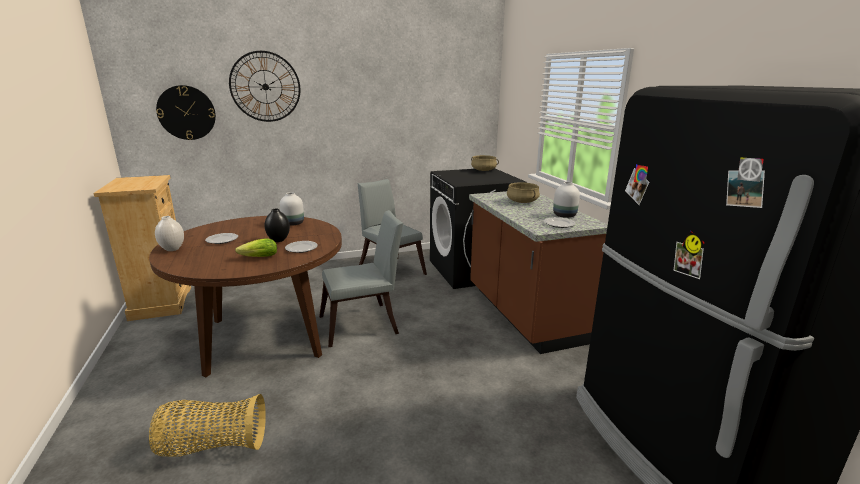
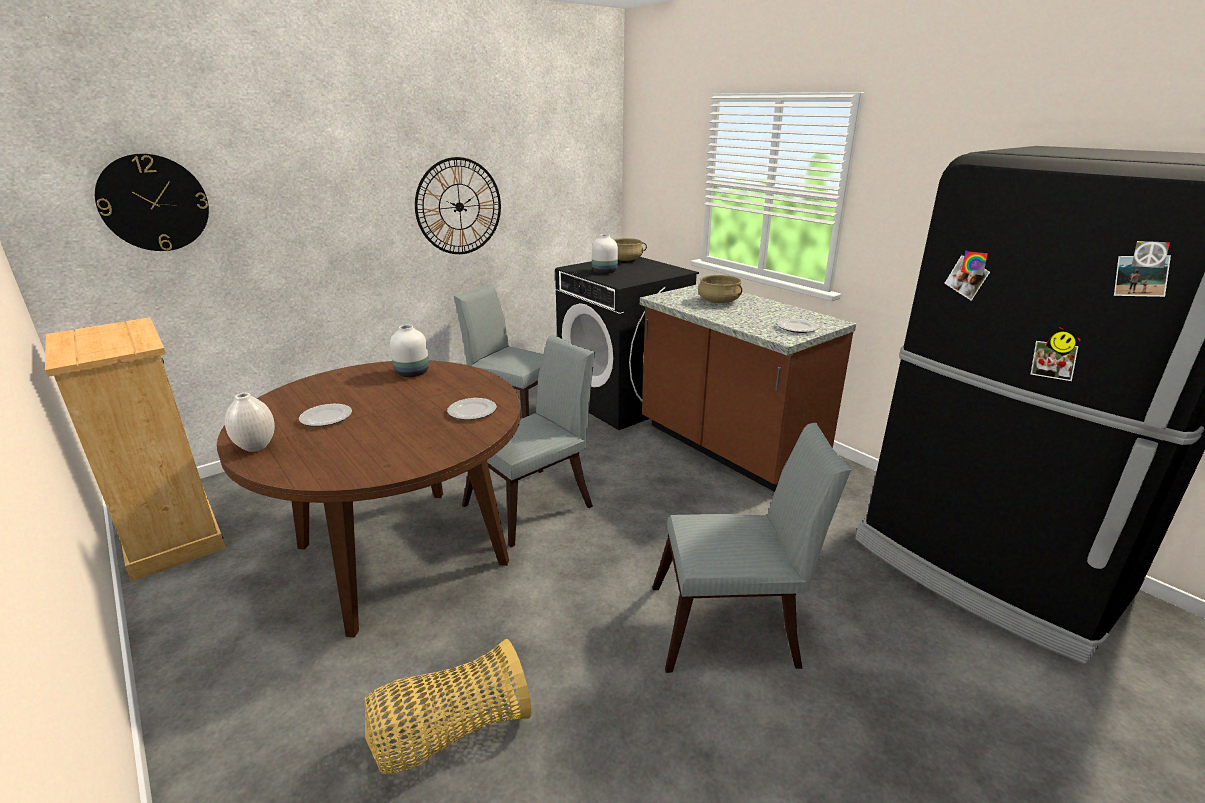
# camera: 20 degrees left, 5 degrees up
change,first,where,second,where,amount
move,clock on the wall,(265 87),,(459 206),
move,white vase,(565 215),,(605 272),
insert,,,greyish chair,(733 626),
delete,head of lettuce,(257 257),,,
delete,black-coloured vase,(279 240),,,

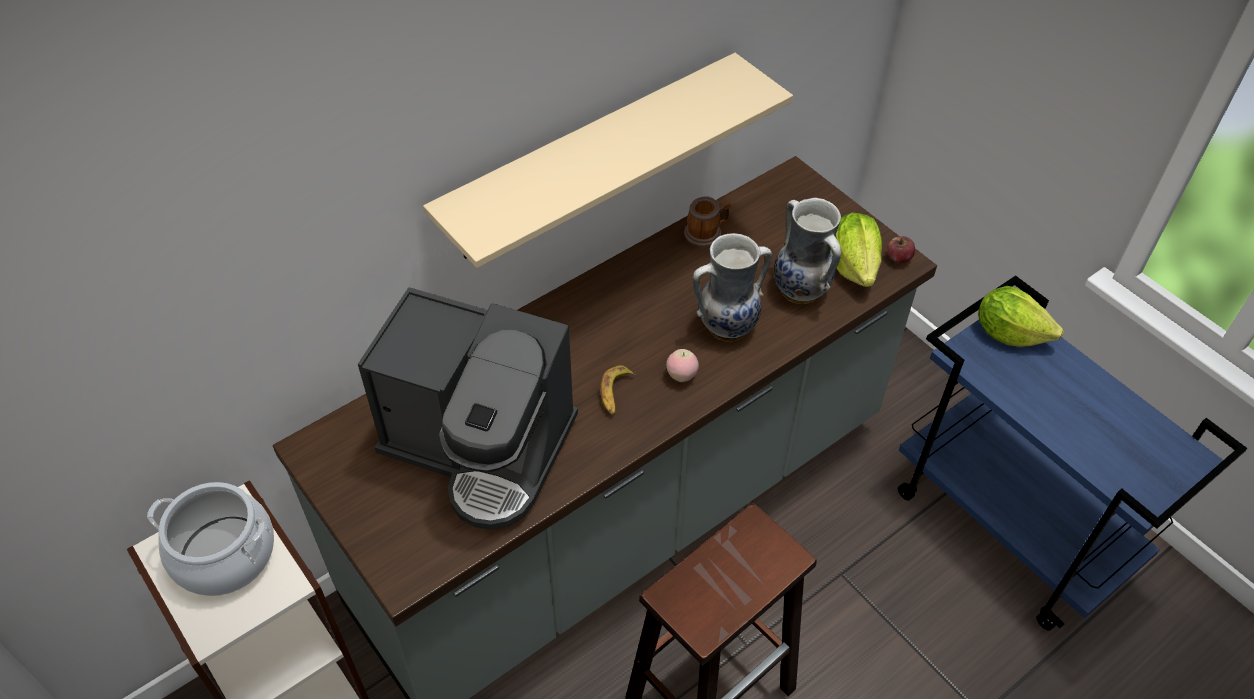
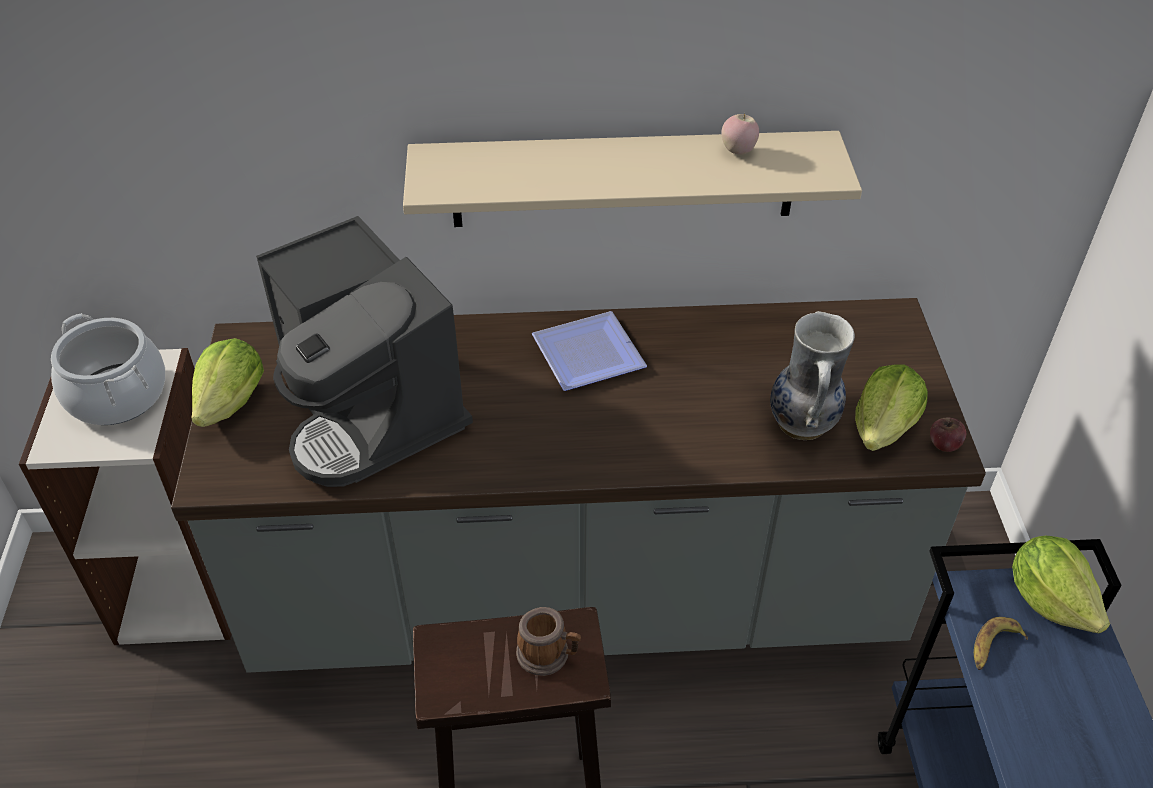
# camera: 35 degrees right, 5 degrees down
change,first,where,second,where,amount
insert,,,head of lettuce,(232 402),
move,tea mug,(706 233),,(548 654),
insert,,,plate,(586 357),
move,whole apple,(681 376),,(738 151),
move,whole banana,(615 393),,(993 647),
delete,vase,(727 325),,,

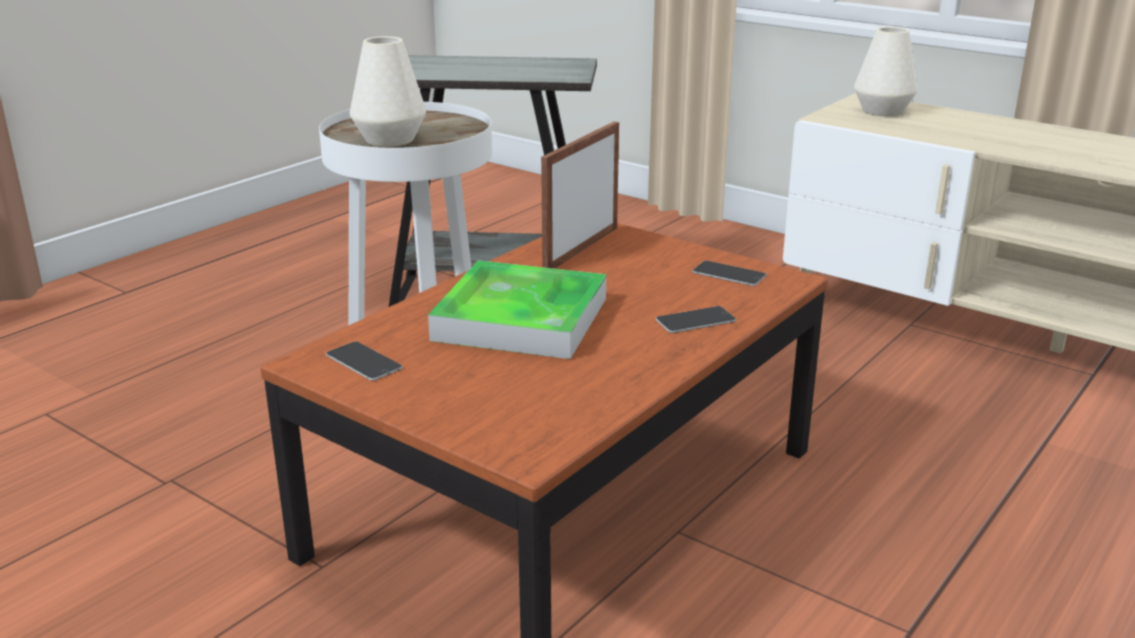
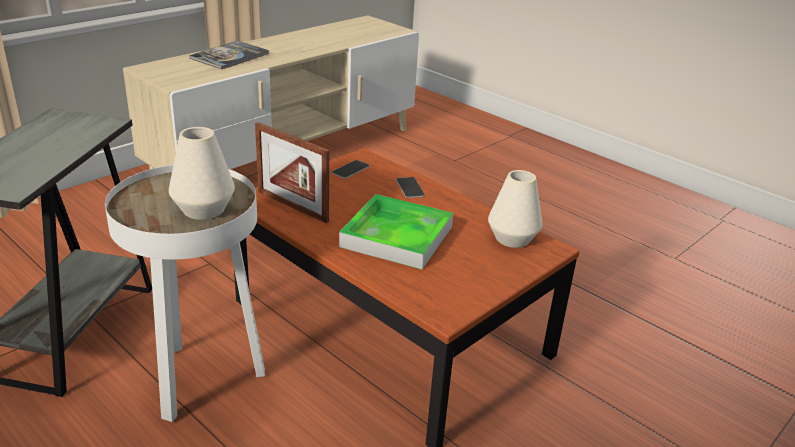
# camera: 85 degrees left, 5 degrees up
change,first,where,second,where,amount
insert,,,volume,(230 56),
move,white vase,(883 111),,(512 238),
delete,phone,(363 361),,,

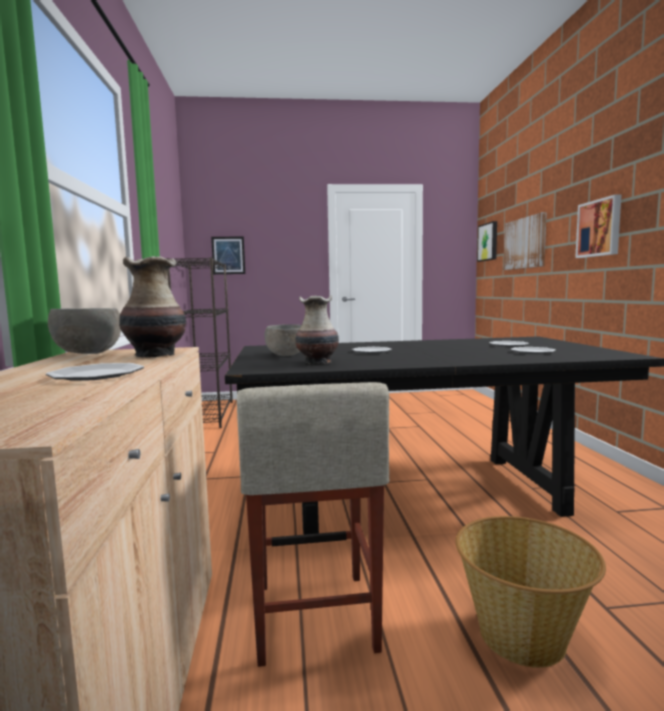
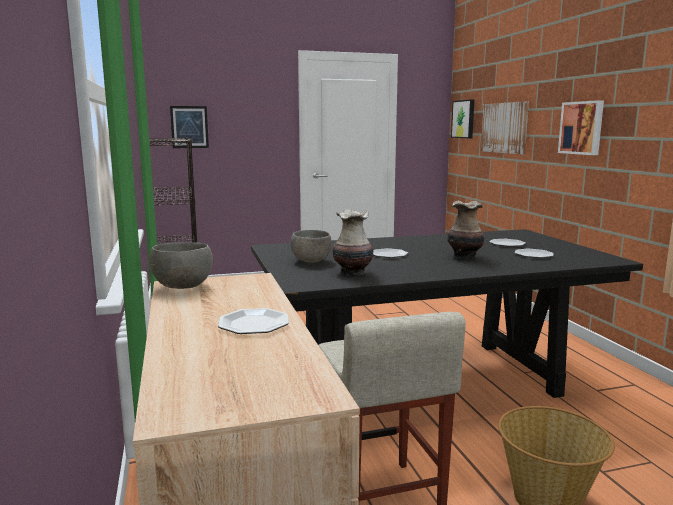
# camera: 10 degrees left, 5 degrees up
change,first,where,second,where,amount
move,vase,(156 355),,(464 257),

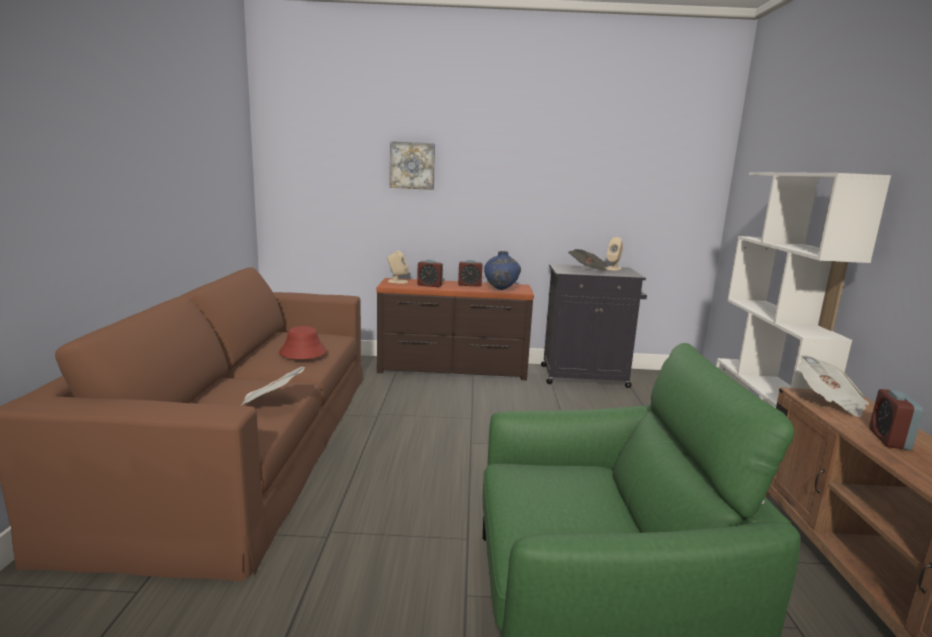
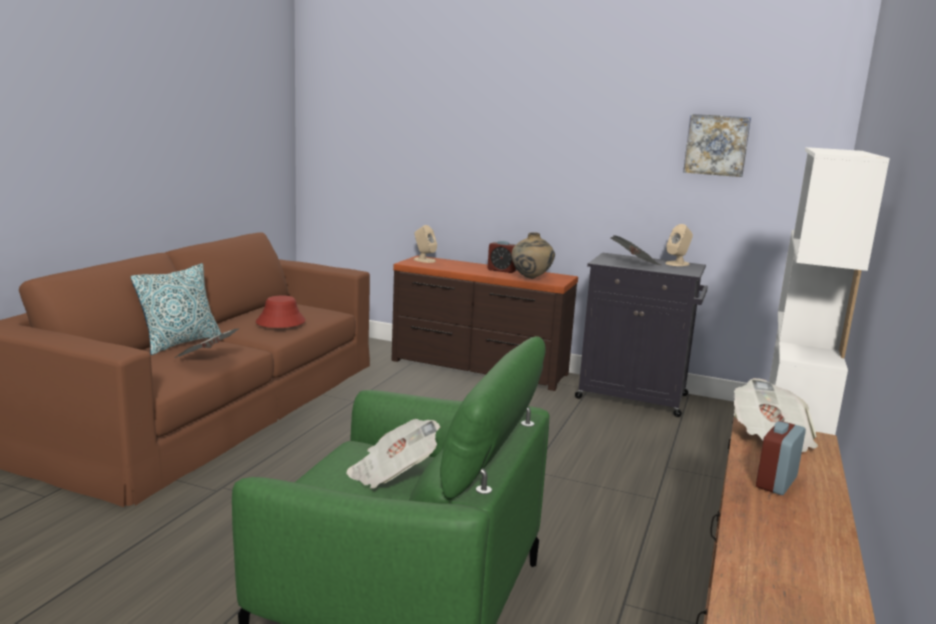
# camera: 20 degrees right, 0 degrees up
change,first,where,second,where,amount
insert,,,pillow,(180 343),
insert,,,newspaper,(392 474),
recolor,blue vase,(501 290),sand-coloured vase,(531 278),
move,wall art,(412 165),,(716 145),
delete,alarm clock,(429 285),,,

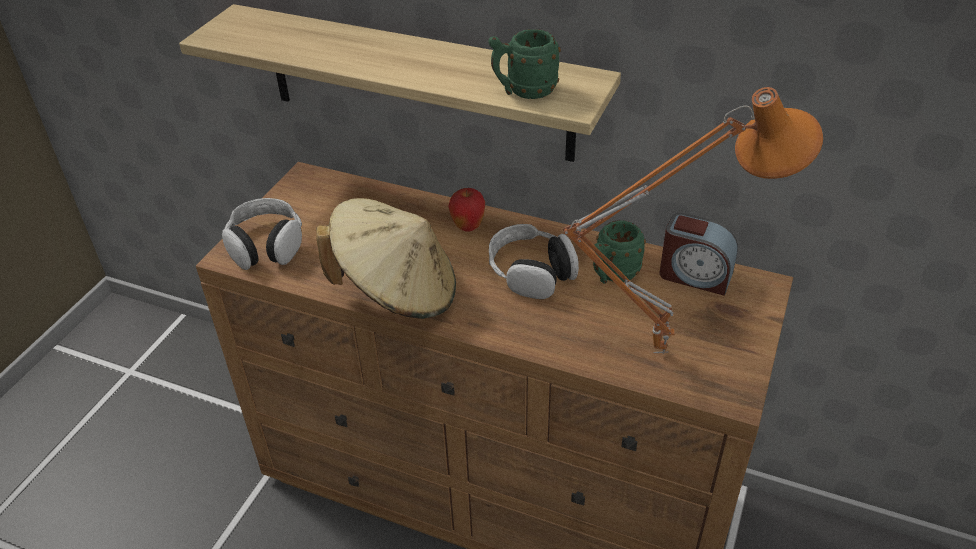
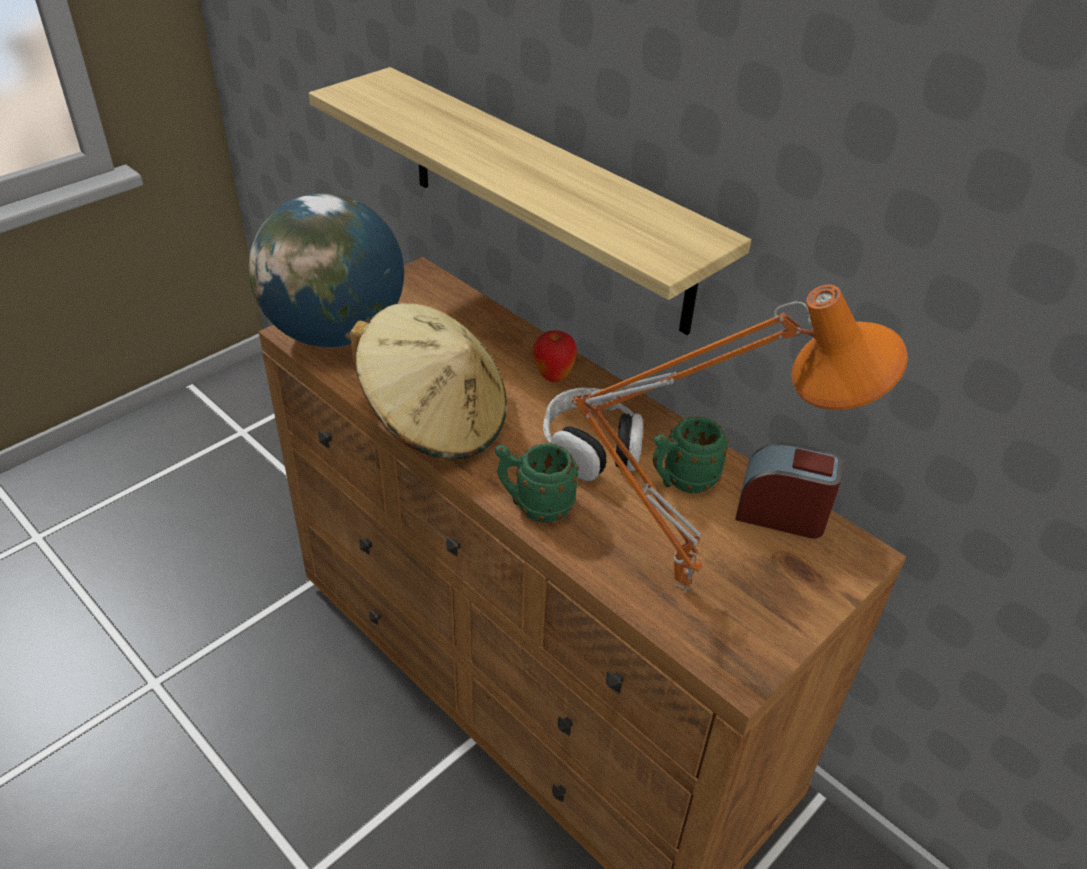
# camera: 20 degrees right, 0 degrees up
change,first,where,second,where,amount
replace,headset,(265 245),world globe,(336 332),
move,greenish tea mug,(523 91),,(534 505),
rotate,alarm clock,(695 275),,(781 513),150 degrees clockwise

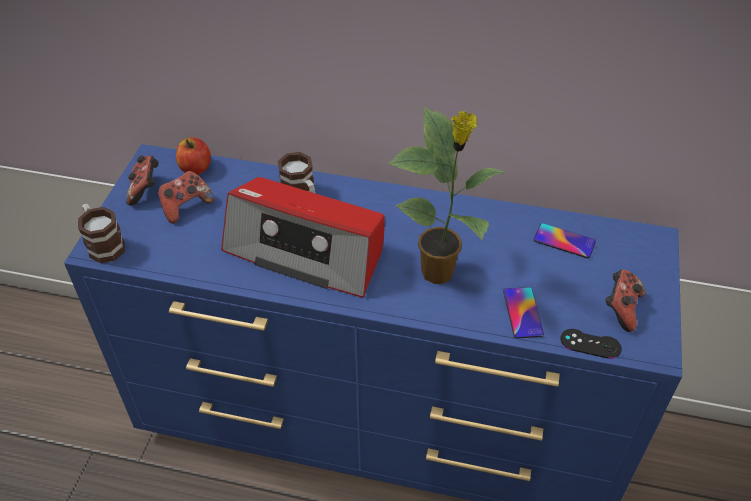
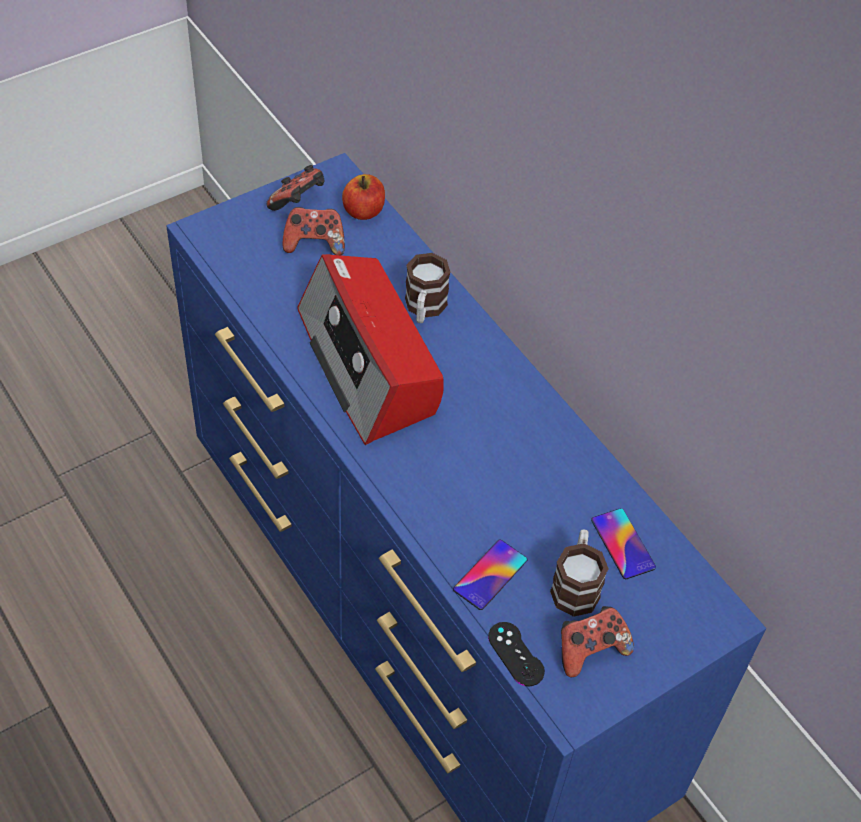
# camera: 40 degrees right, 5 degrees up
change,first,where,second,where,amount
move,tea mug,(103 244),,(575 584),
delete,plant in a pot,(439 272),,,

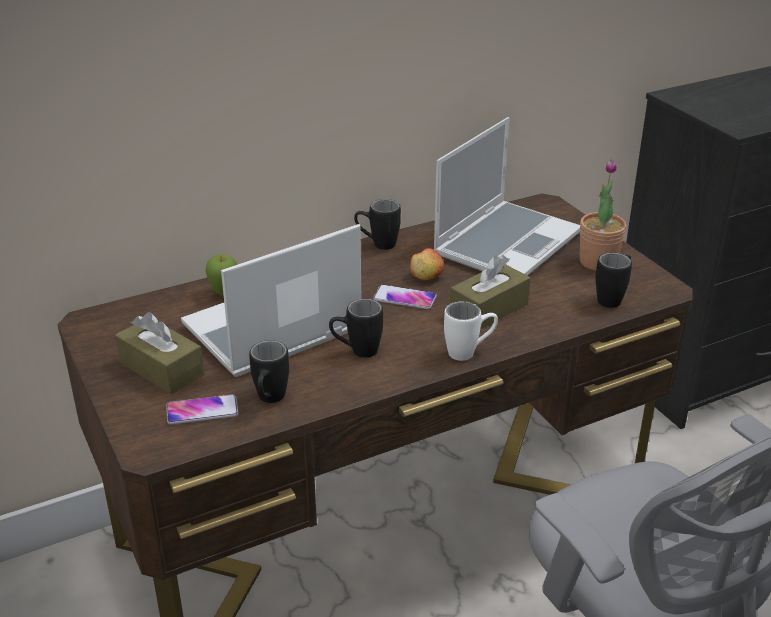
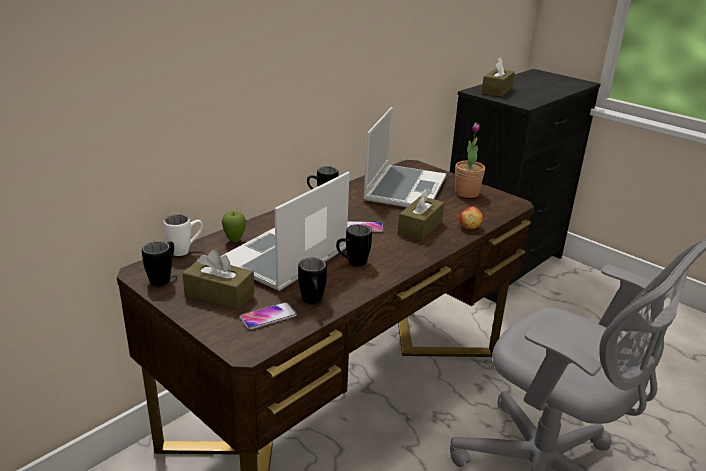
# camera: 20 degrees left, 5 degrees down
change,first,where,second,where,amount
move,black-coloured tea mug,(613 298),,(164 278),
move,white tea mug,(469 352),,(186 250),
move,whole apple,(426 277),,(470 227),
insert,,,brown tissue holder,(497 90),

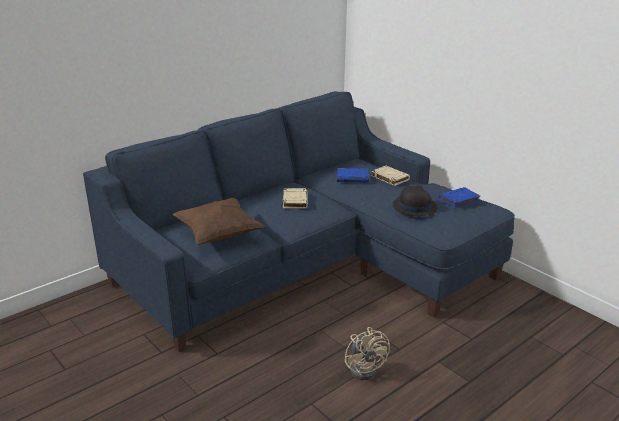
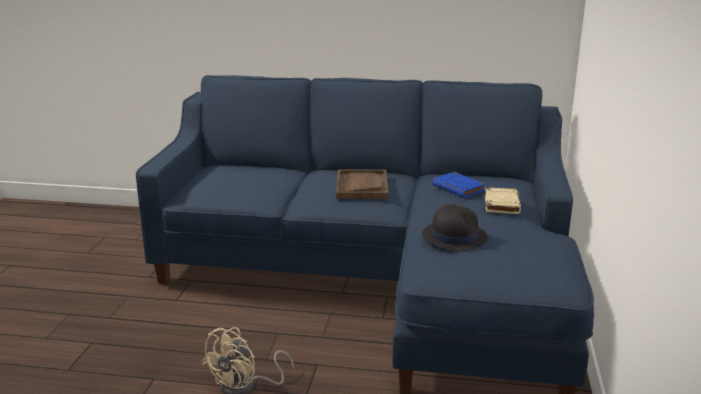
# camera: 50 degrees right, 5 degrees down
change,first,where,second,where,amount
replace,sand-coloured volume,(294 201),brown tray,(362 186),
delete,brown pillow,(218 234),,,
delete,blue volume,(458 200),,,

